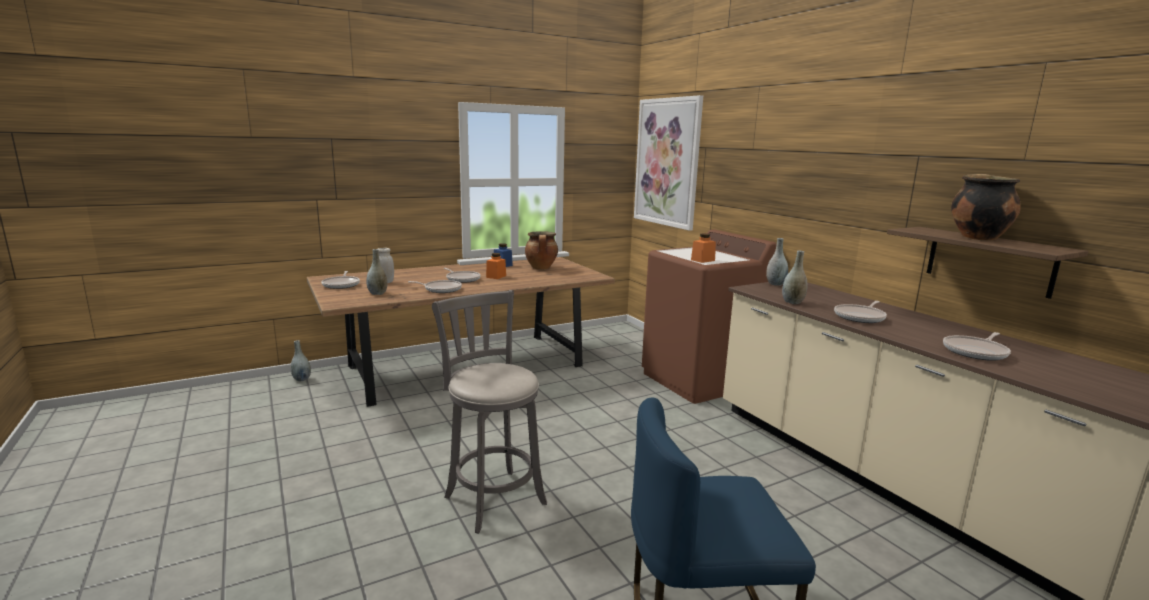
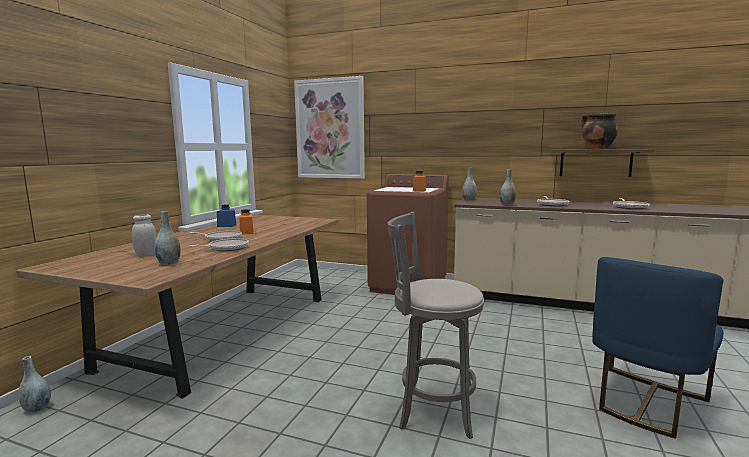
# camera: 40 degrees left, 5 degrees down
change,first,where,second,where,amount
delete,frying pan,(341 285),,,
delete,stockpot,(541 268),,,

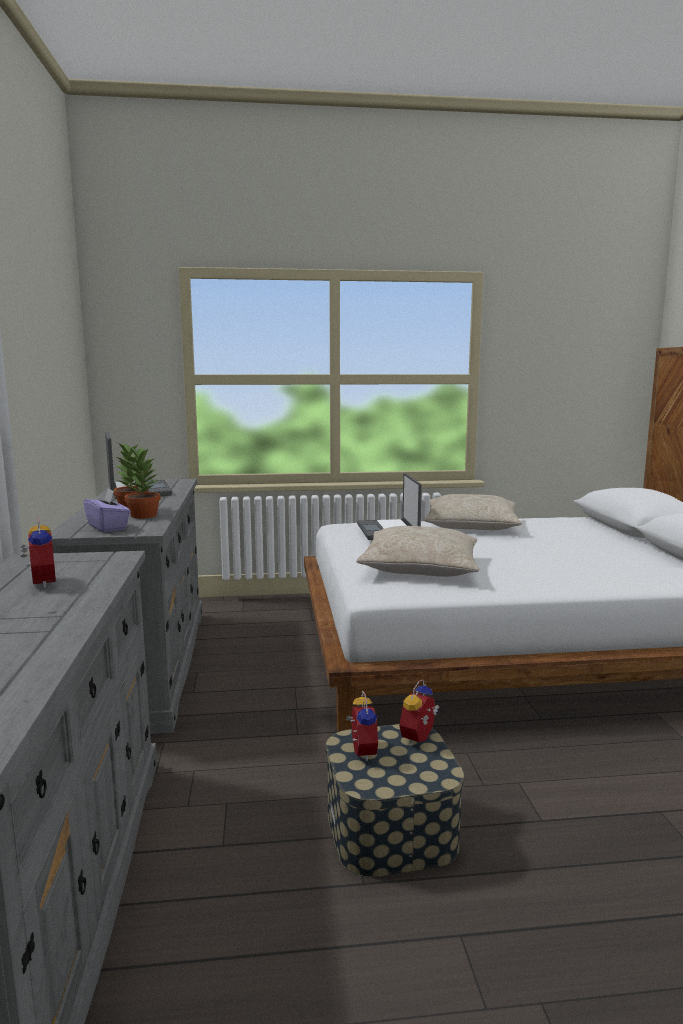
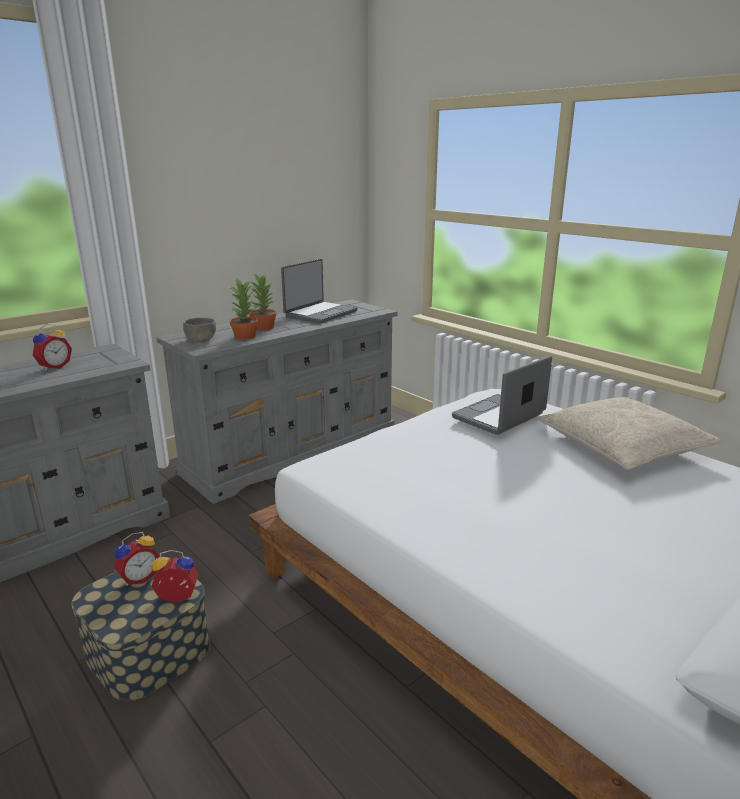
# camera: 55 degrees right, 10 degrees up
change,first,where,second,where,amount
replace,purplish tissue holder,(108 527),greyish deep dish,(200 339),
delete,sand-coloured pillow,(420 567),,,

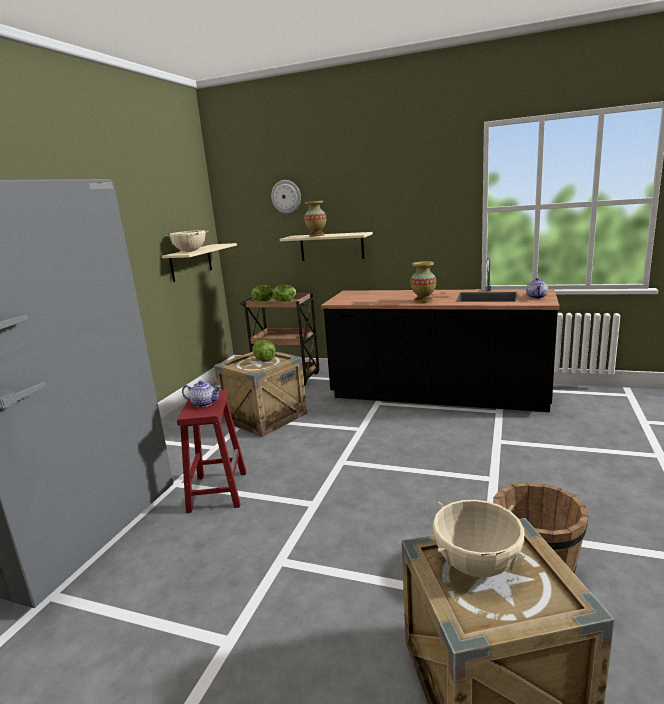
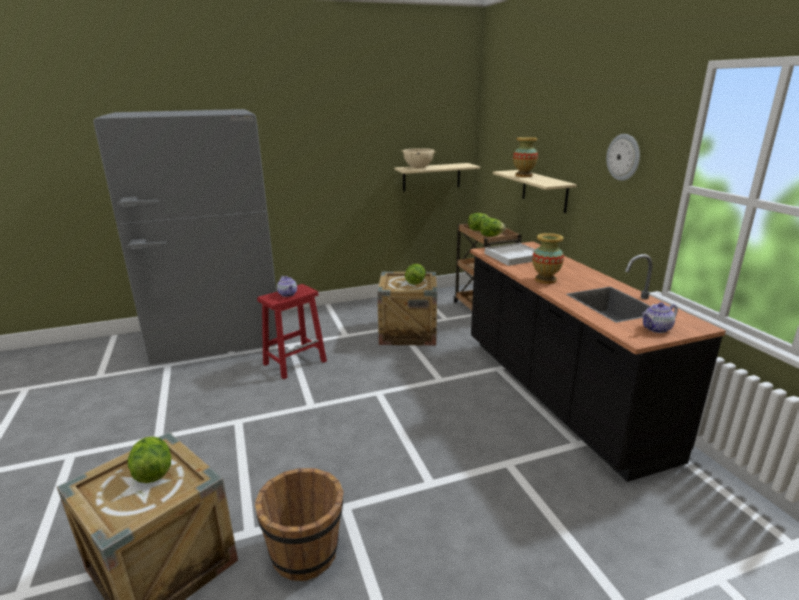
# camera: 50 degrees right, 5 degrees up
change,first,where,second,where,amount
replace,sand-coloured stockpot,(477 565),head of lettuce,(153 473),
insert,,,white tray,(513 256),
move,clock on the wall,(286 196),,(623 157),

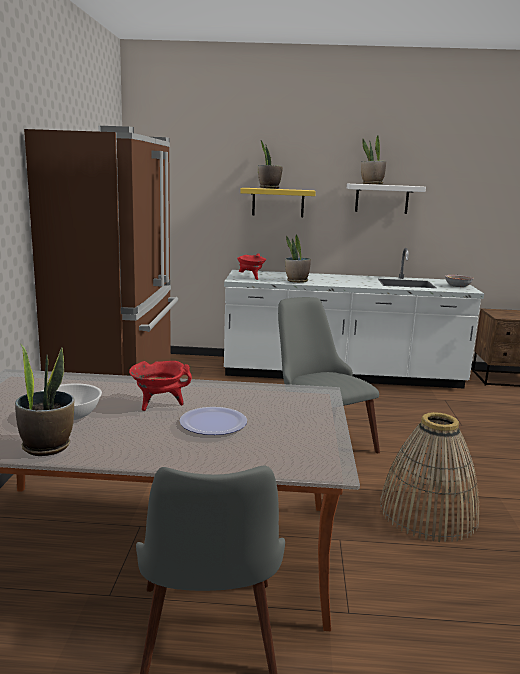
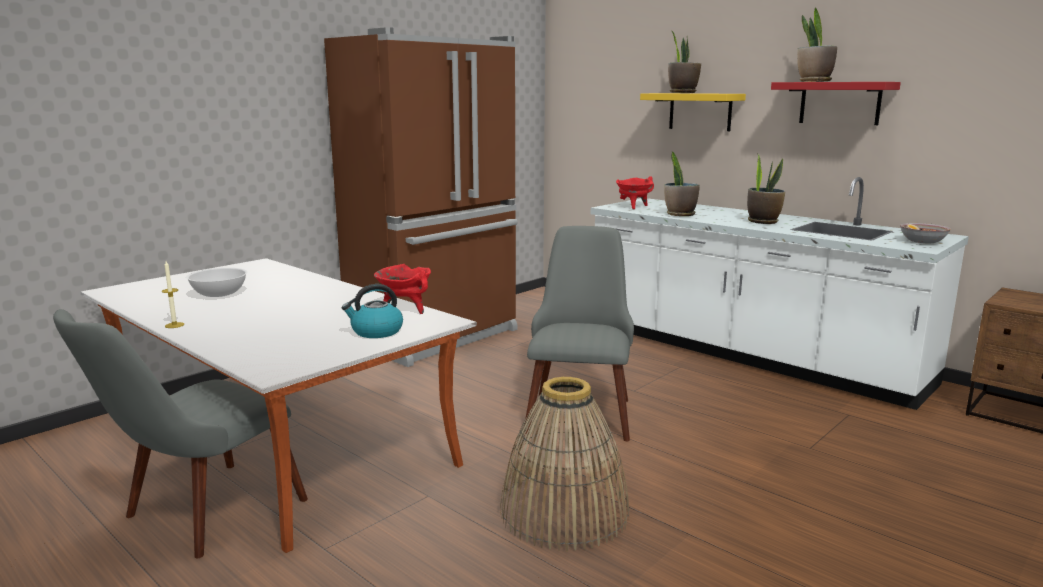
# camera: 40 degrees right, 0 degrees up
change,first,where,second,where,amount
insert,,,candle,(174 325),
insert,,,kettle,(376 332),
move,reddish stockpot,(159 404),,(405 309),
move,plant in a pot,(47 446),,(763 221),
recolor,white wall shelf,(382 198),reddish wall shelf,(840 103),
delete,plate,(213 423),,,

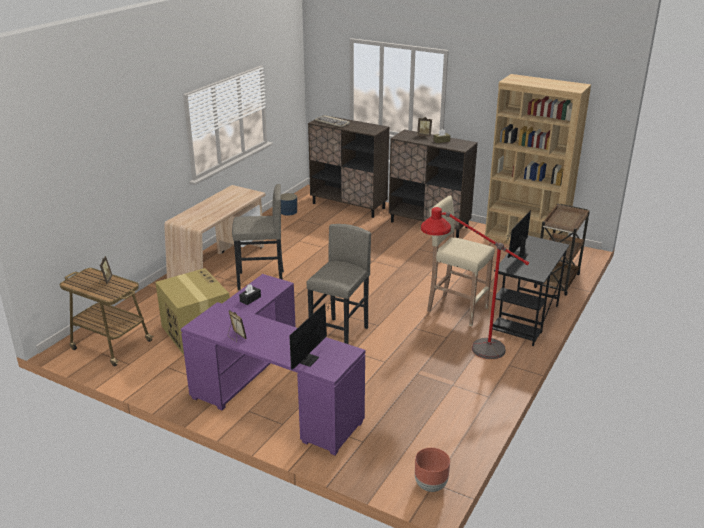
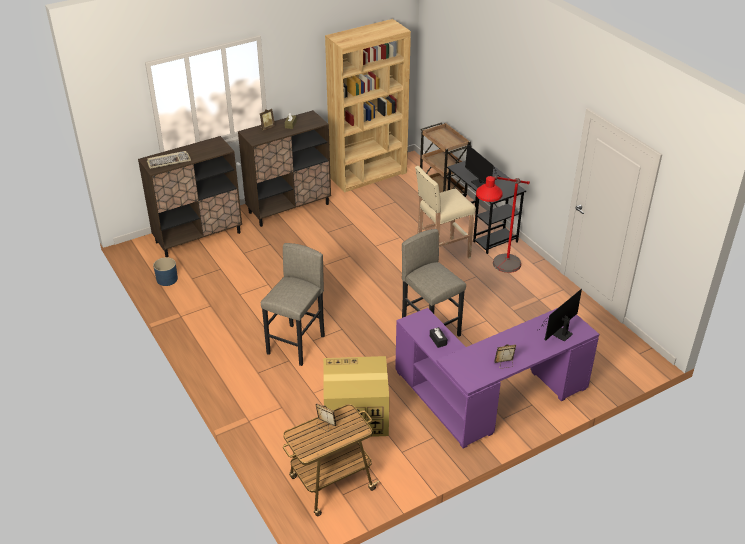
# camera: 60 degrees left, 10 degrees up
change,first,where,second,where,amount
rotate,computer screen,(309 358),,(560 335),105 degrees counterclockwise
delete,sand-coloured desk,(220 265),,,
delete,brown planter,(430 485),,,

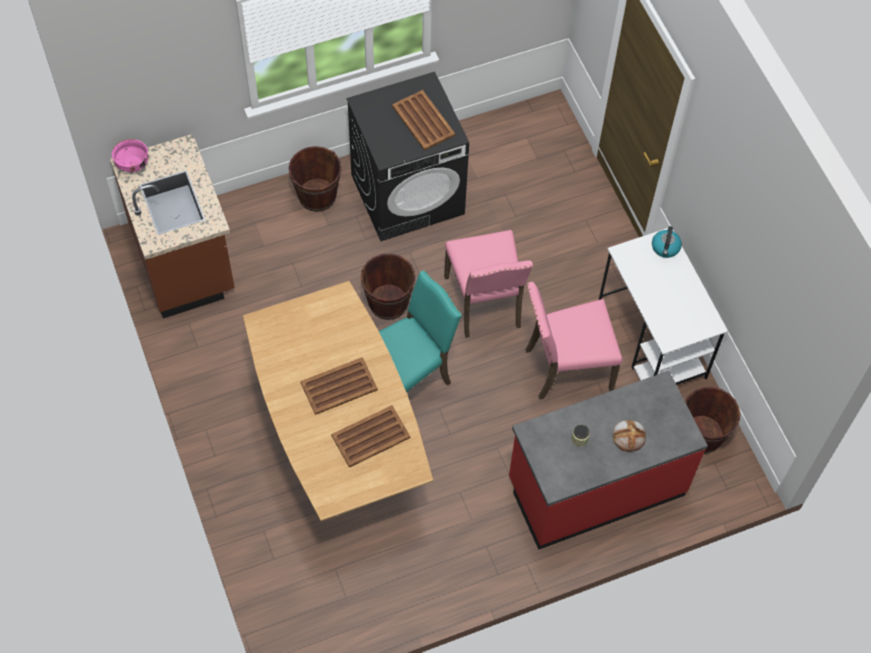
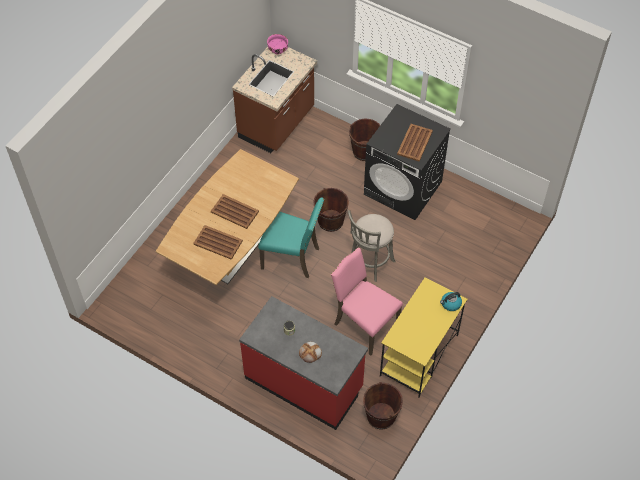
# camera: 55 degrees right, 5 degrees down
change,first,where,second,where,amount
replace,pink chair,(485 303),greyish stool seat,(369 263),
recolor,white desk,(652 340),yellow desk,(419 355),

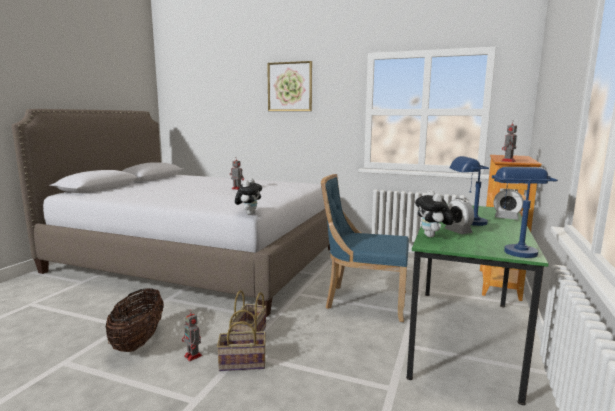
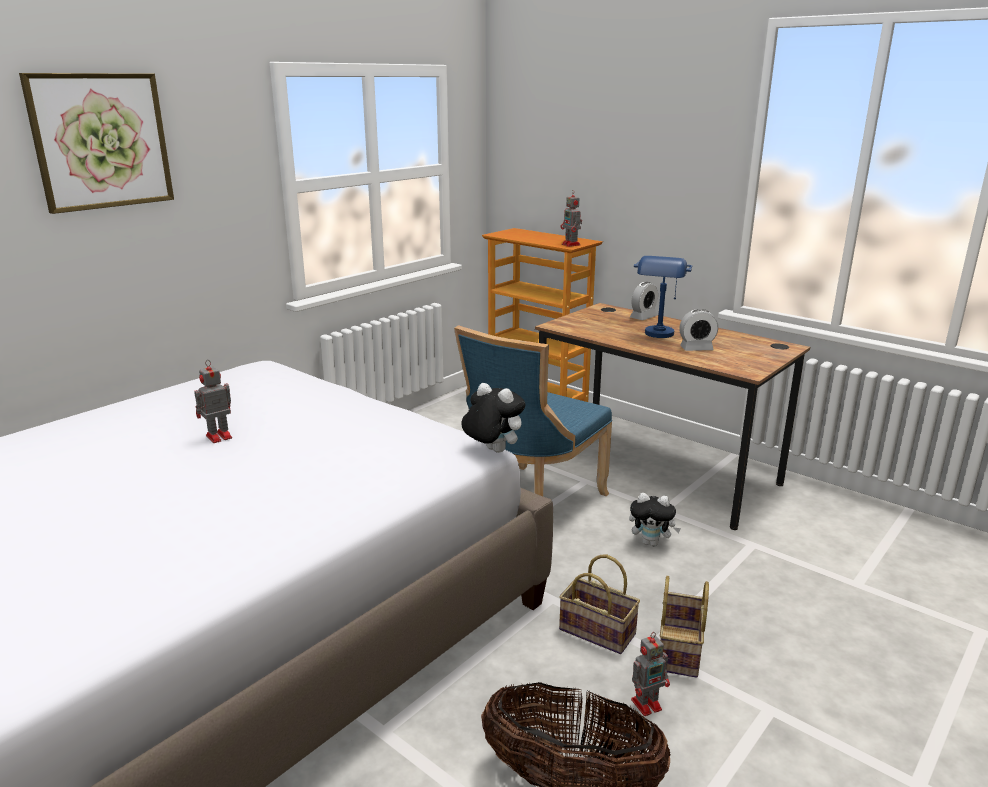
# camera: 70 degrees left, 10 degrees up
change,first,where,second,where,amount
recolor,greenish desk,(463 336),brown desk,(655 469),
move,cuddly toy,(432 236),,(651 543),
delete,blue table lamp,(514 249),,,

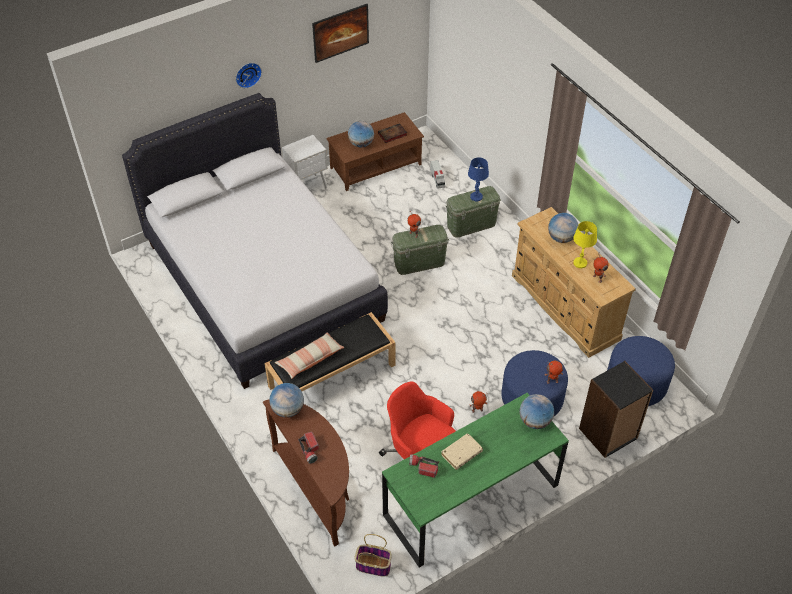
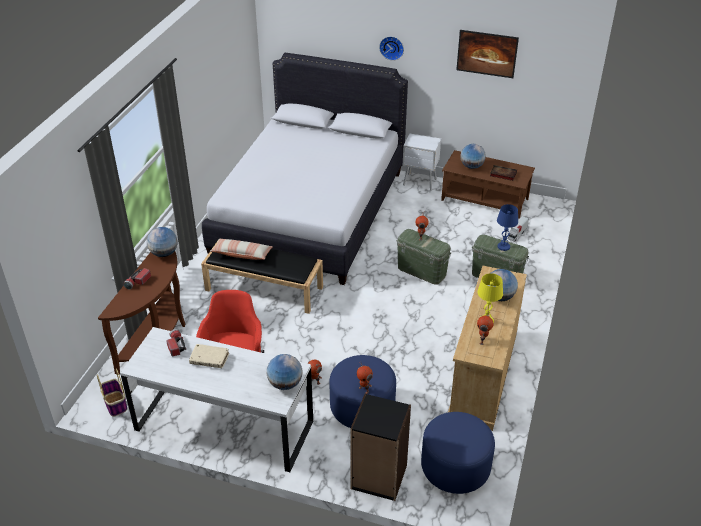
# camera: 50 degrees right, 10 degrees down
change,first,where,second,where,amount
recolor,greenish desk,(471 500),white desk,(224 425),

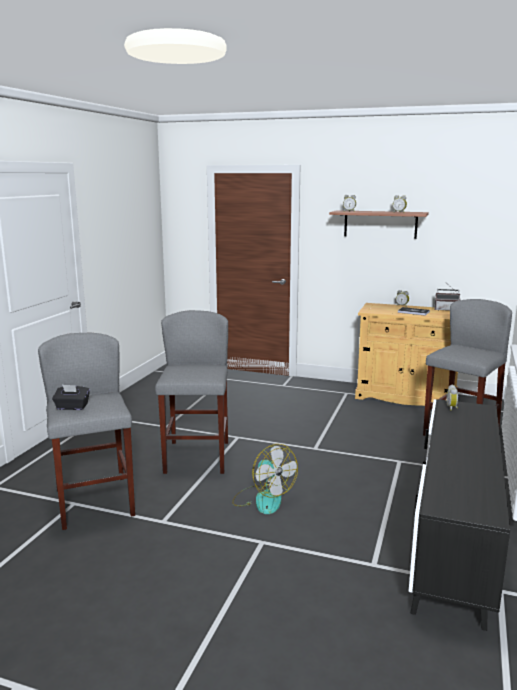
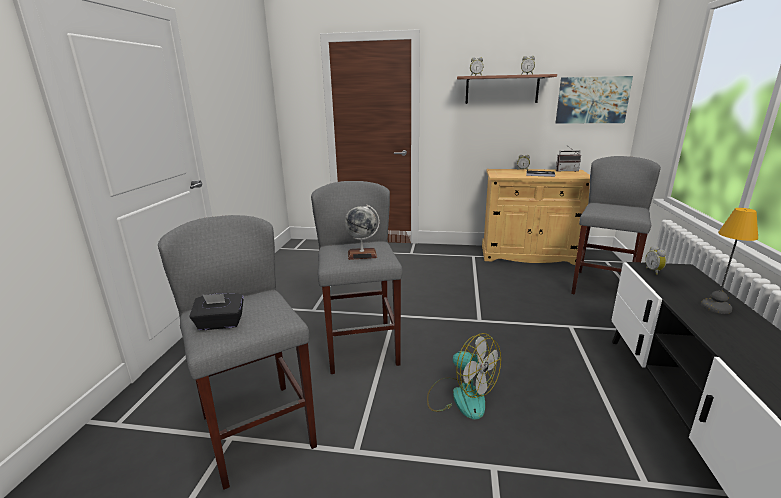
# camera: 10 degrees left, 5 degrees up
change,first,where,second,where,amount
insert,,,world globe,(362 255),
insert,,,wall art,(592 100),
insert,,,table lamp,(715 307),

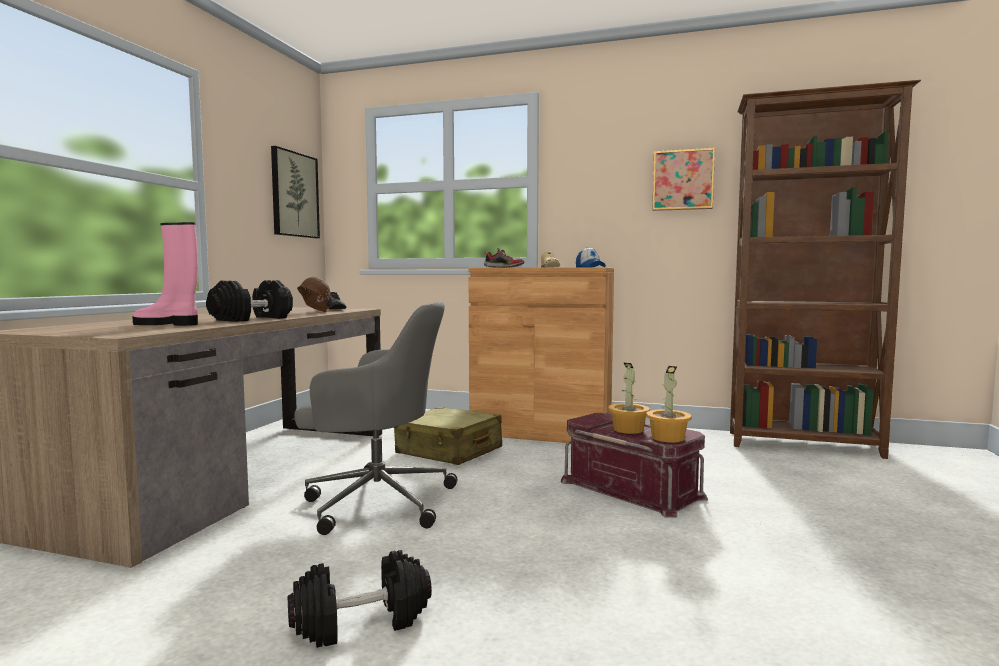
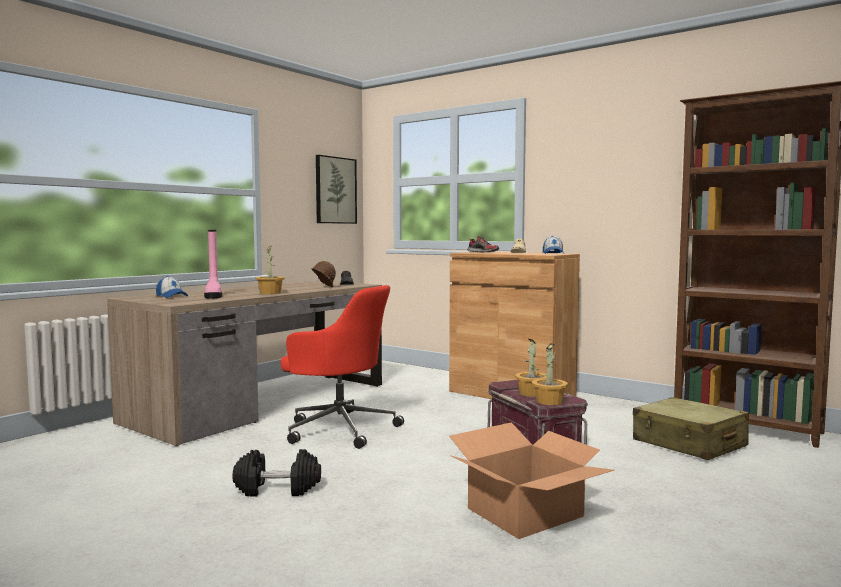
# camera: 20 degrees right, 0 degrees up
change,first,where,second,where,amount
insert,,,baseball cap,(171 296),
rotate,pink high-top boot,(168 324),,(213 296),135 degrees counterclockwise
replace,black-coloured hand weight,(252 319),plant in a pot,(270 293),
recolor,greyish computer chair,(376 501),reddish computer chair,(339 428),
insert,,,packing box,(526 513),
move,sand-coloured piece of luggage,(448 451),,(689 444),
delete,wall art,(683 180),,,

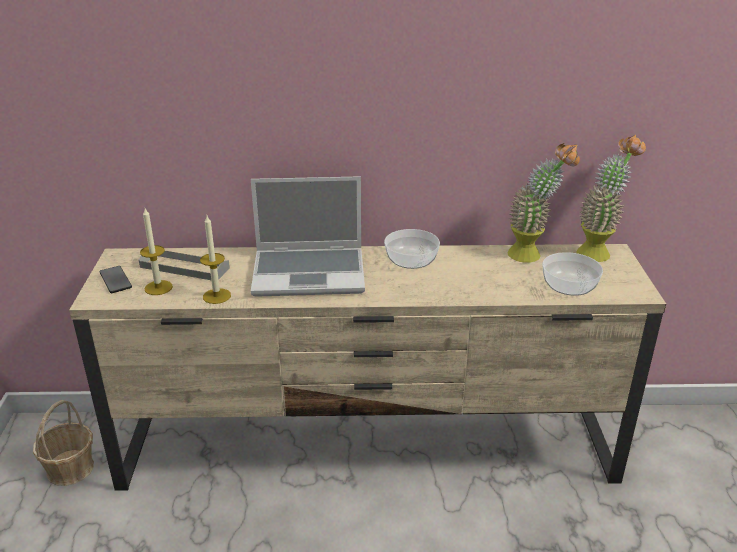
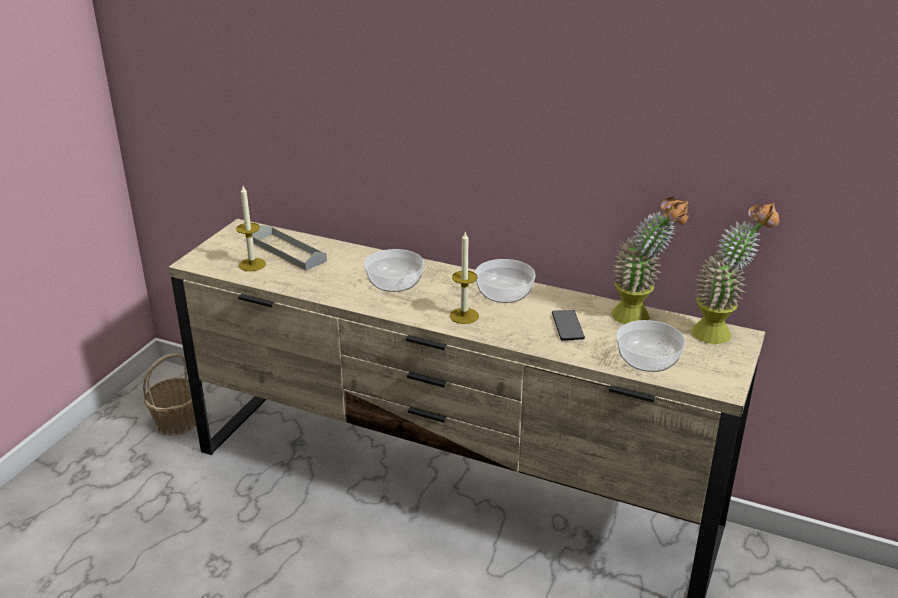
# camera: 25 degrees right, 0 degrees up
change,first,where,second,where,amount
replace,portable computer,(310 273),deep dish,(395 283),
move,candle,(216 296),,(464 316),
move,phone,(115 280),,(567 326),

